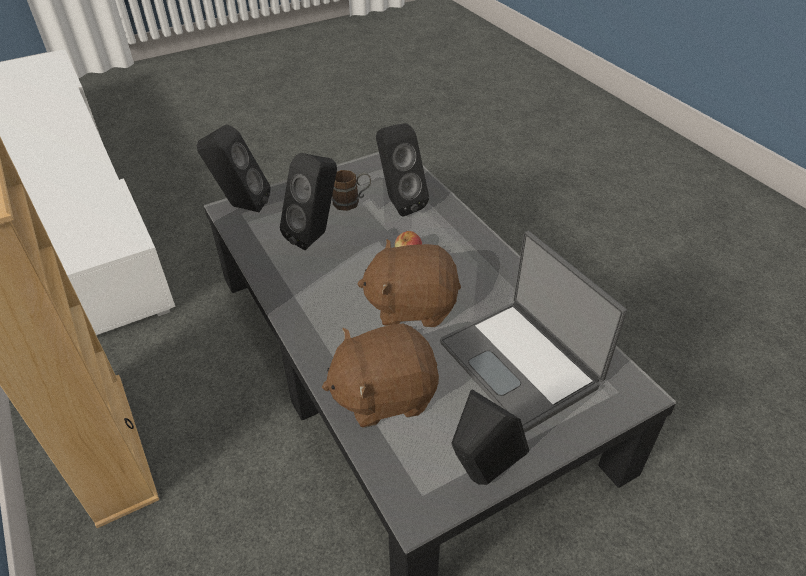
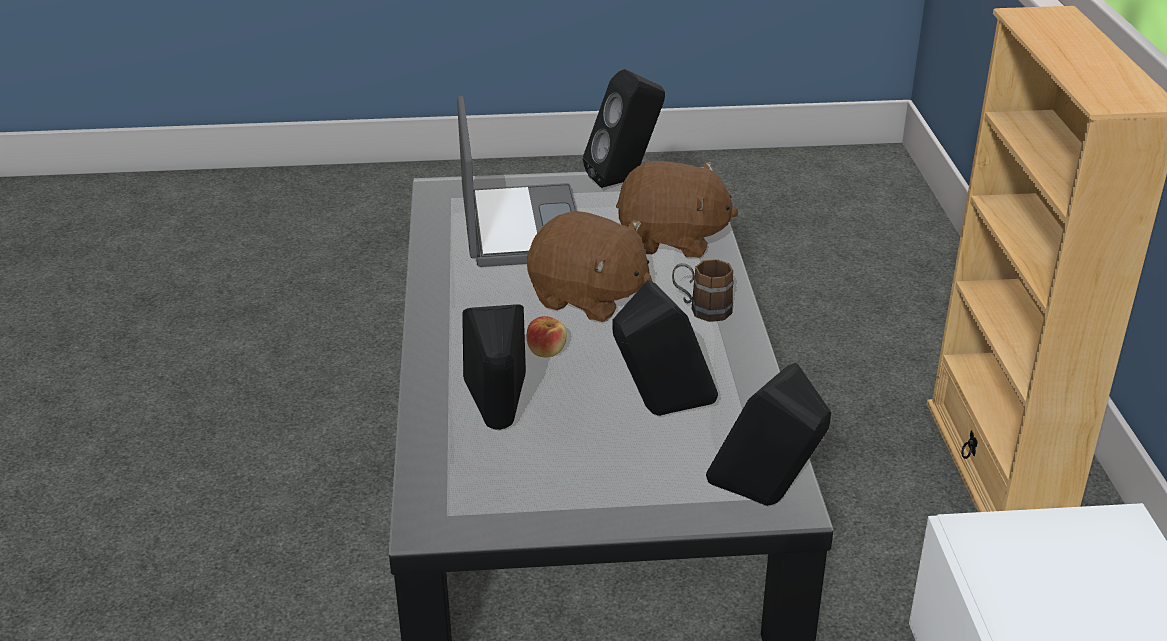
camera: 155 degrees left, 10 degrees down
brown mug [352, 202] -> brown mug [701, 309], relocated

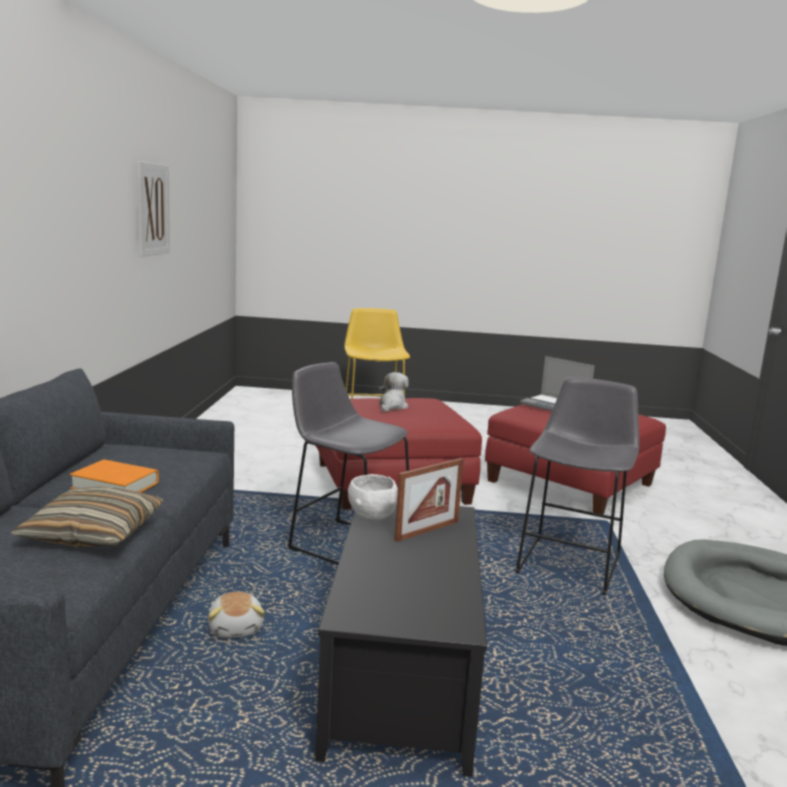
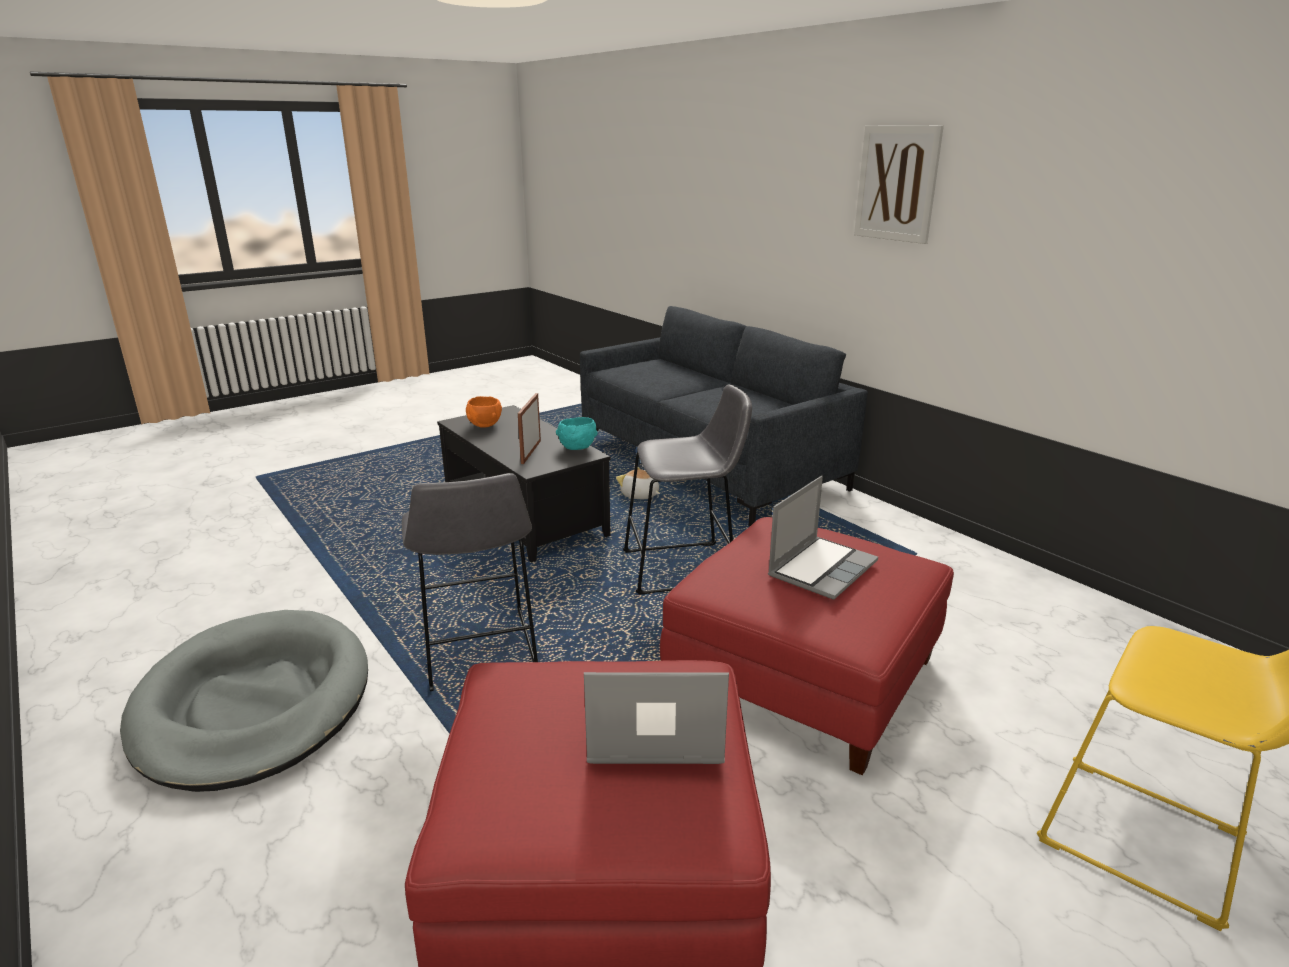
camera: 140 degrees right, 10 degrees up
none -> orange bowl [484, 425]
white bowl [372, 516] -> turquoise bowl [578, 448]
plush toy [392, 406] -> laptop [822, 568]
picture [152, 209] -> picture [897, 183], relocated
pillow [93, 533] -> none
orange book [115, 486] -> none

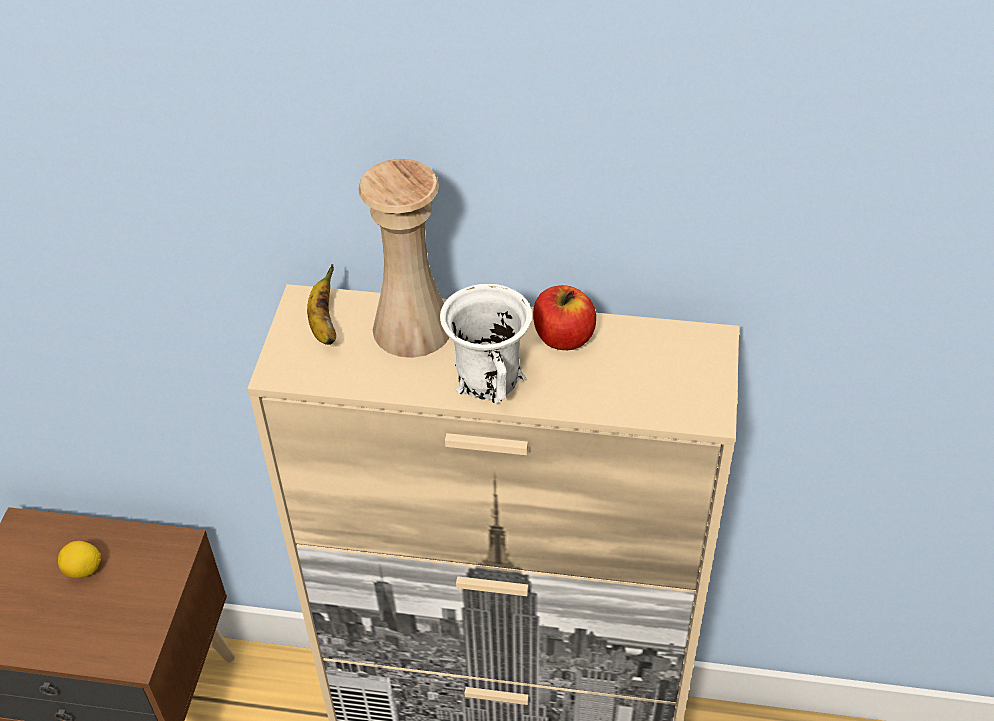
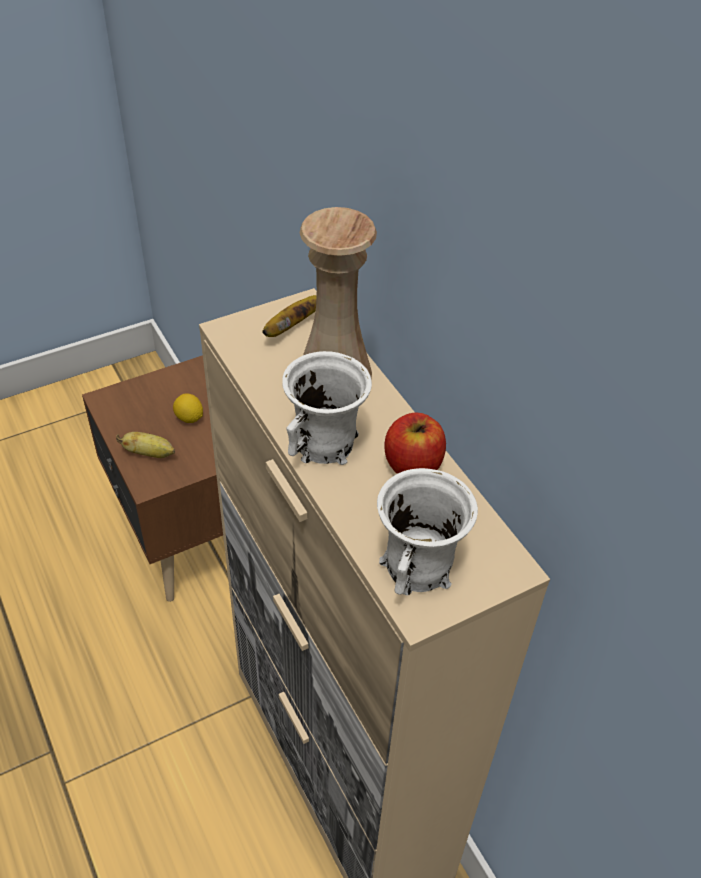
camera: 50 degrees right, 0 degrees up
none -> banana [150, 454]
none -> white mug [419, 566]

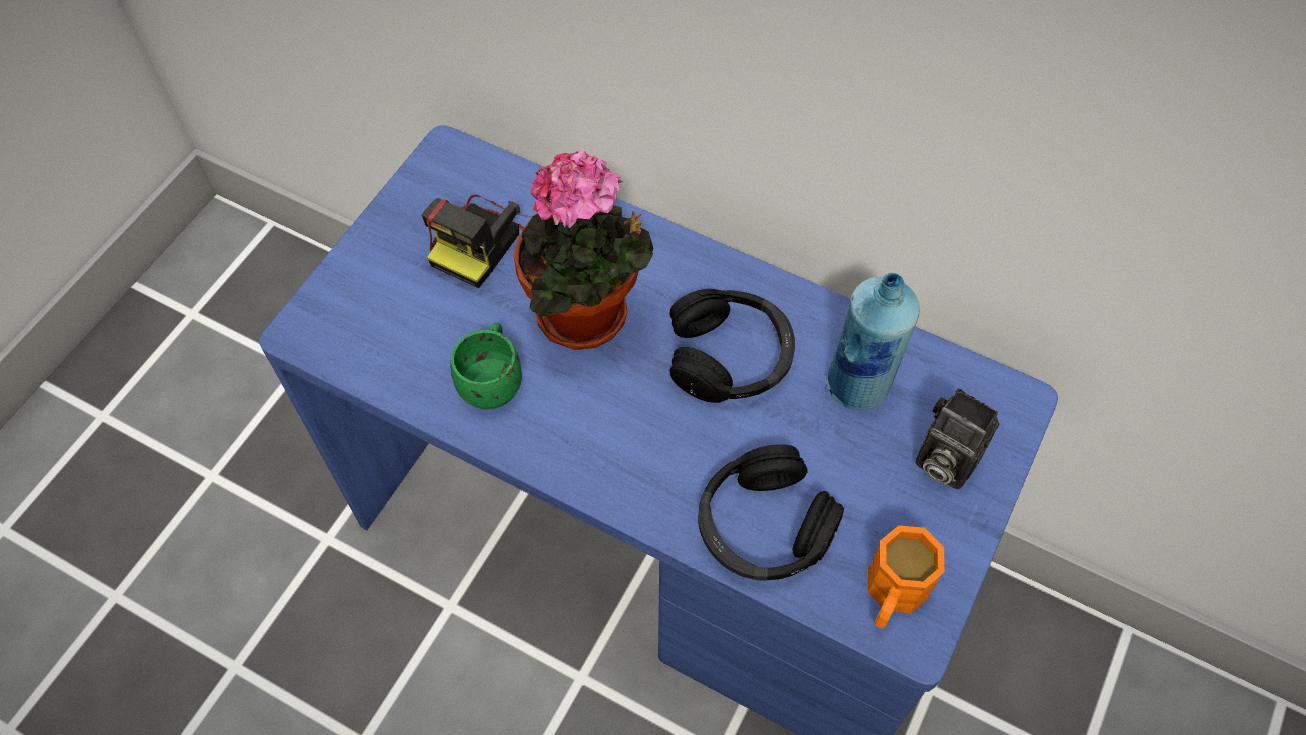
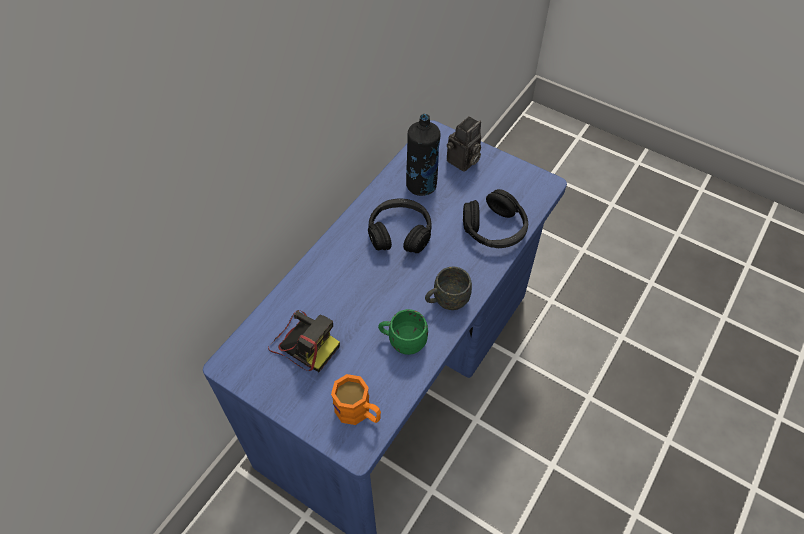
camera: 85 degrees left, 5 degrees down
orange mug [892, 595] -> orange mug [359, 412], relocated
blue bottle [858, 386] -> black bottle [421, 185]
none -> grey mug [446, 301]
potted plant [589, 318] -> none

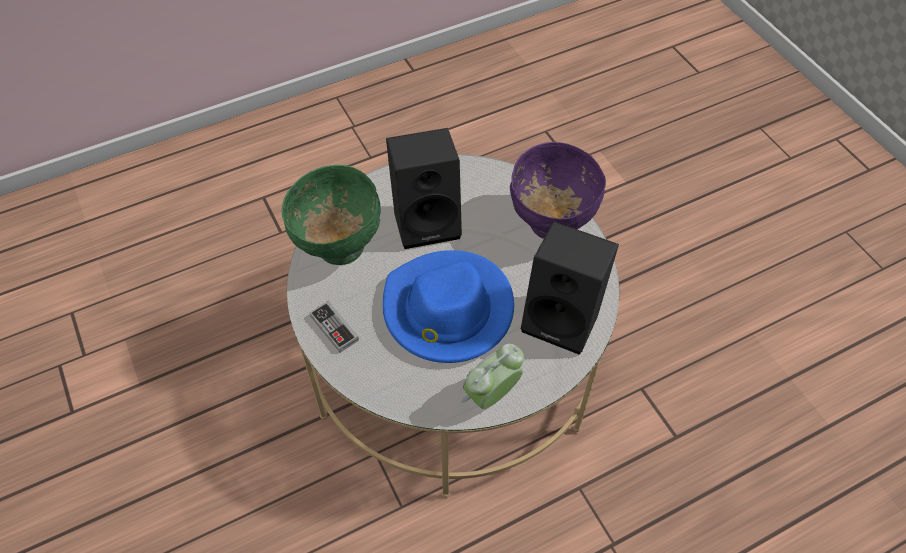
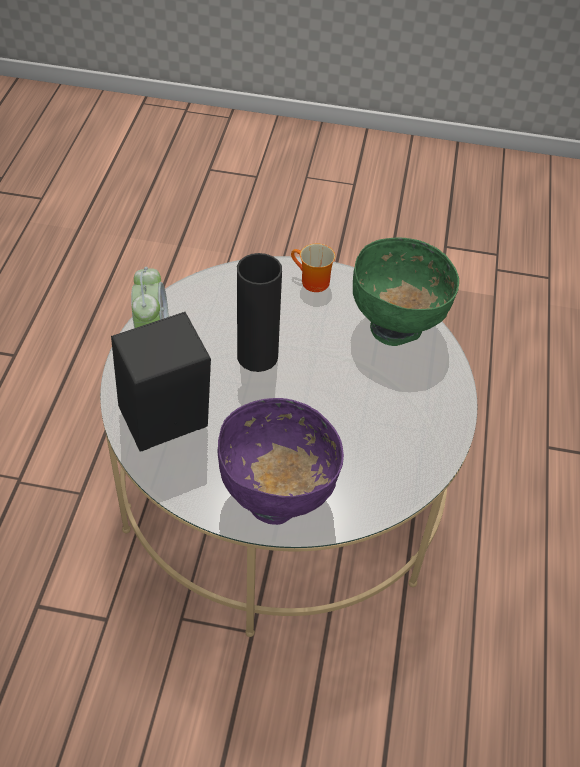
camera: 125 degrees right, 5 degrees down
blue hat [447, 310] -> black vase [257, 356]
game controller [334, 328] -> mug [311, 282]
black speaker [428, 221] -> none

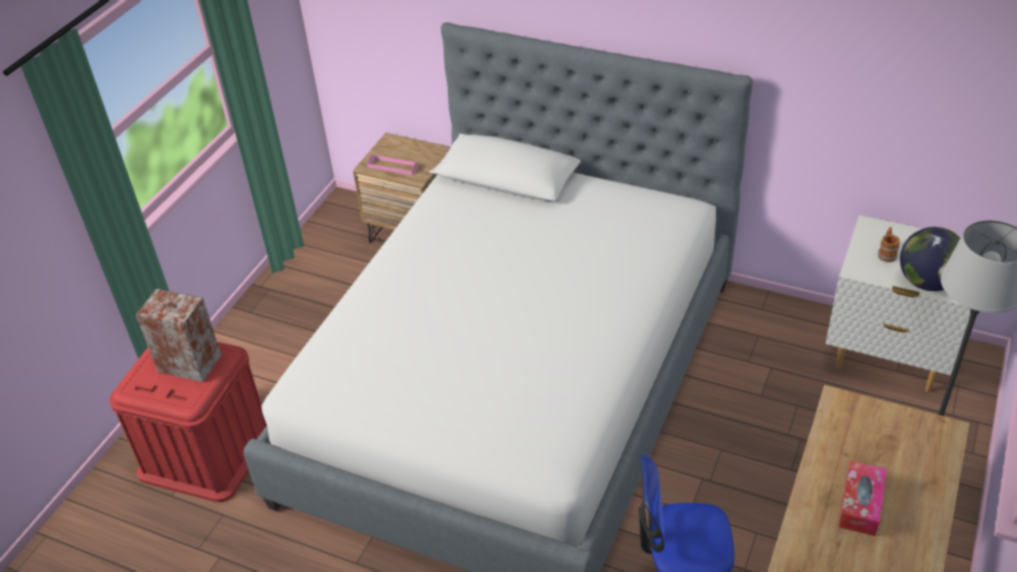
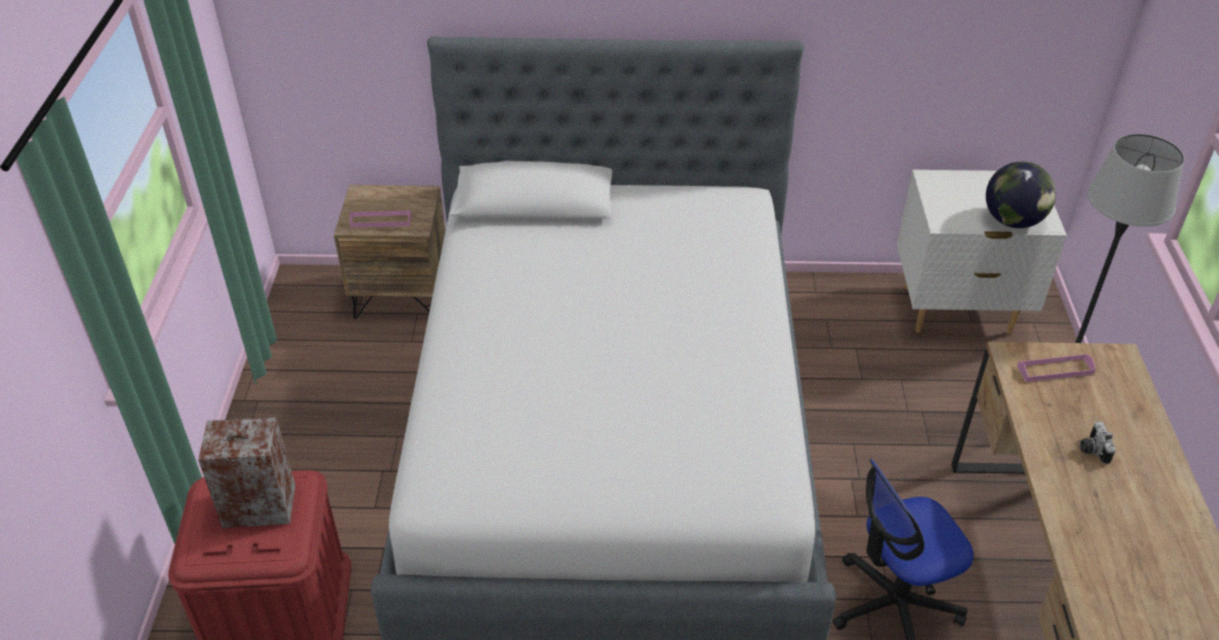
camera: 25 degrees left, 0 degrees up
none -> pink tray [1055, 370]
tissue box [860, 504] -> photo camera [1092, 449]
mug [886, 253] -> none

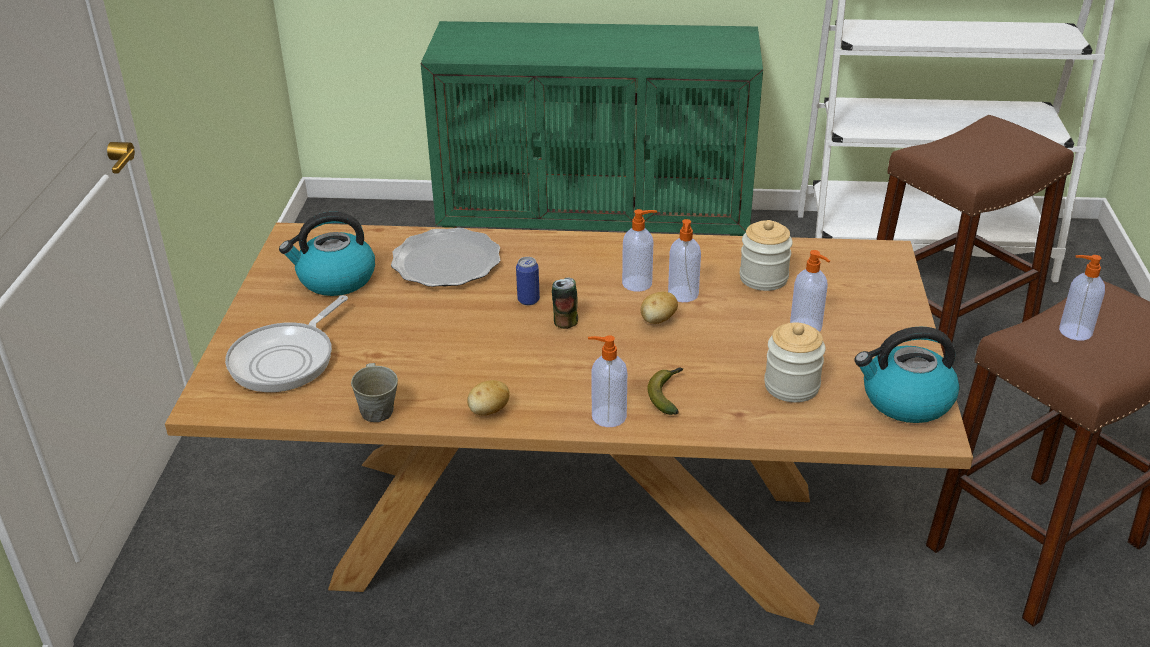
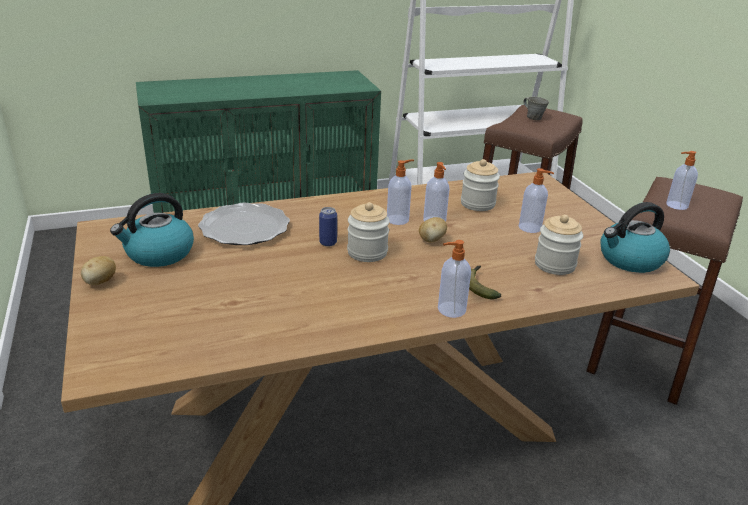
camera: 25 degrees left, 5 degrees down
potato [489, 411] -> potato [100, 282], relocated
can [565, 322] -> jar [367, 252]
grey mug [377, 410] -> grey mug [533, 117], relocated
frying pan [286, 360] -> none

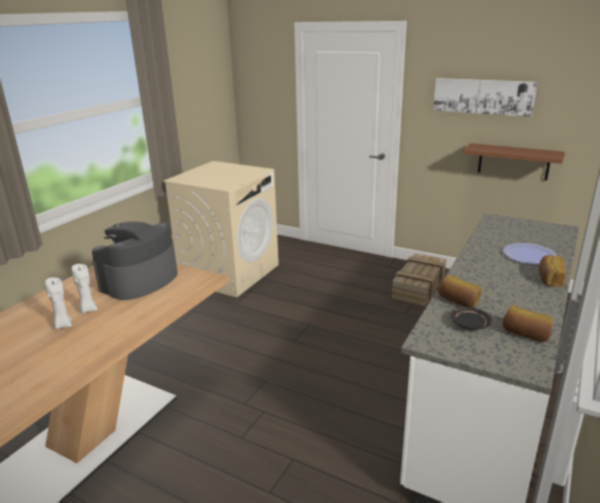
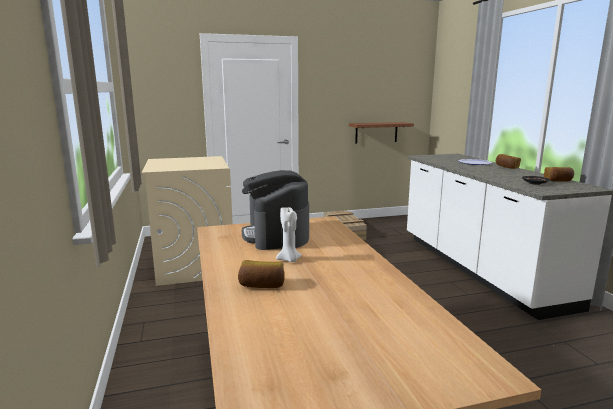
camera: 45 degrees left, 10 degrees down
bread [457, 301] -> bread [262, 285], relocated
white candle [63, 325] -> none
picture [483, 96] -> none

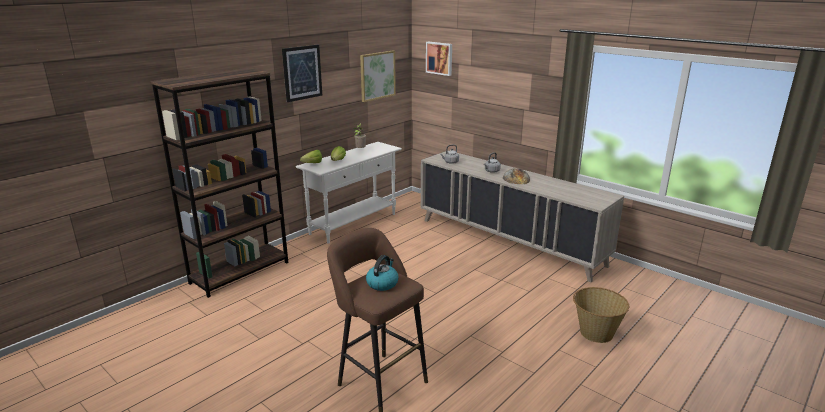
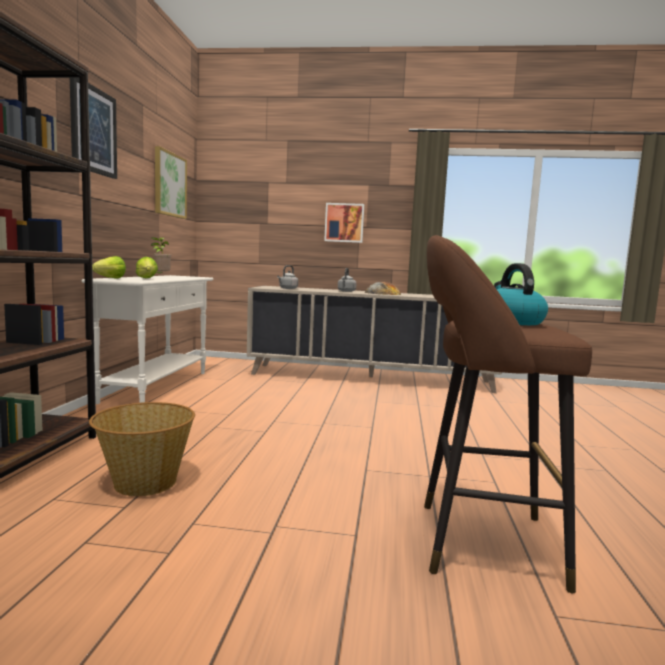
camera: 35 degrees left, 15 degrees down
basket [595, 332] -> basket [144, 482], relocated
picture [439, 58] -> picture [344, 223], relocated

